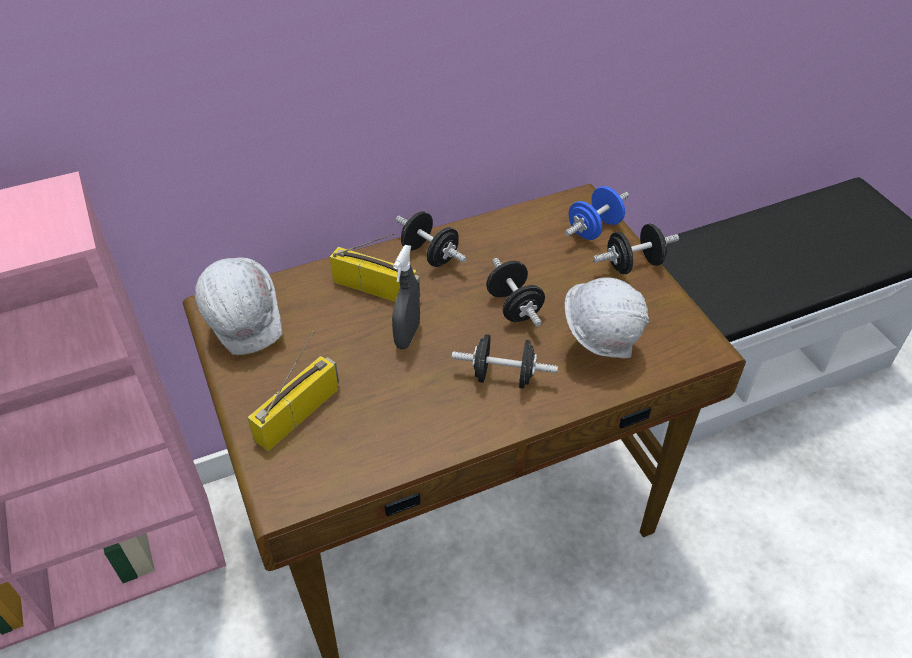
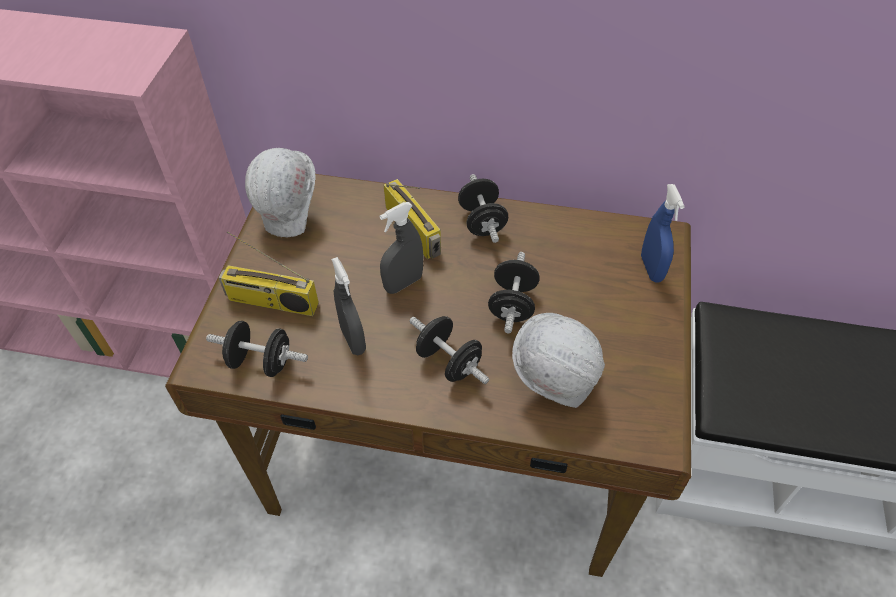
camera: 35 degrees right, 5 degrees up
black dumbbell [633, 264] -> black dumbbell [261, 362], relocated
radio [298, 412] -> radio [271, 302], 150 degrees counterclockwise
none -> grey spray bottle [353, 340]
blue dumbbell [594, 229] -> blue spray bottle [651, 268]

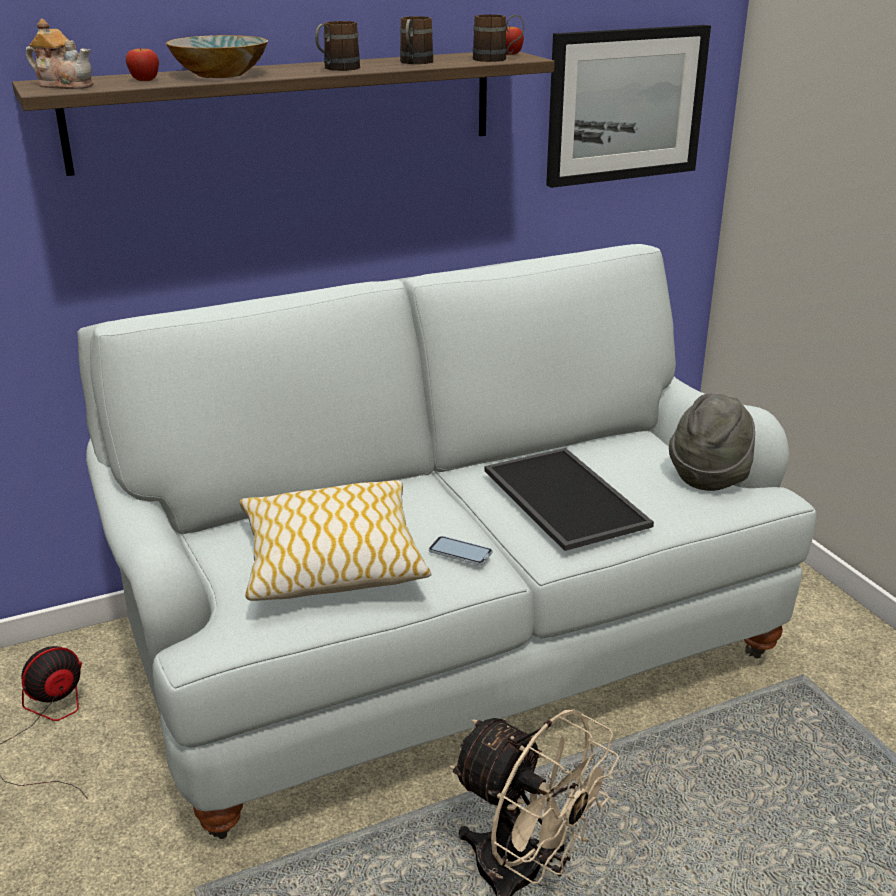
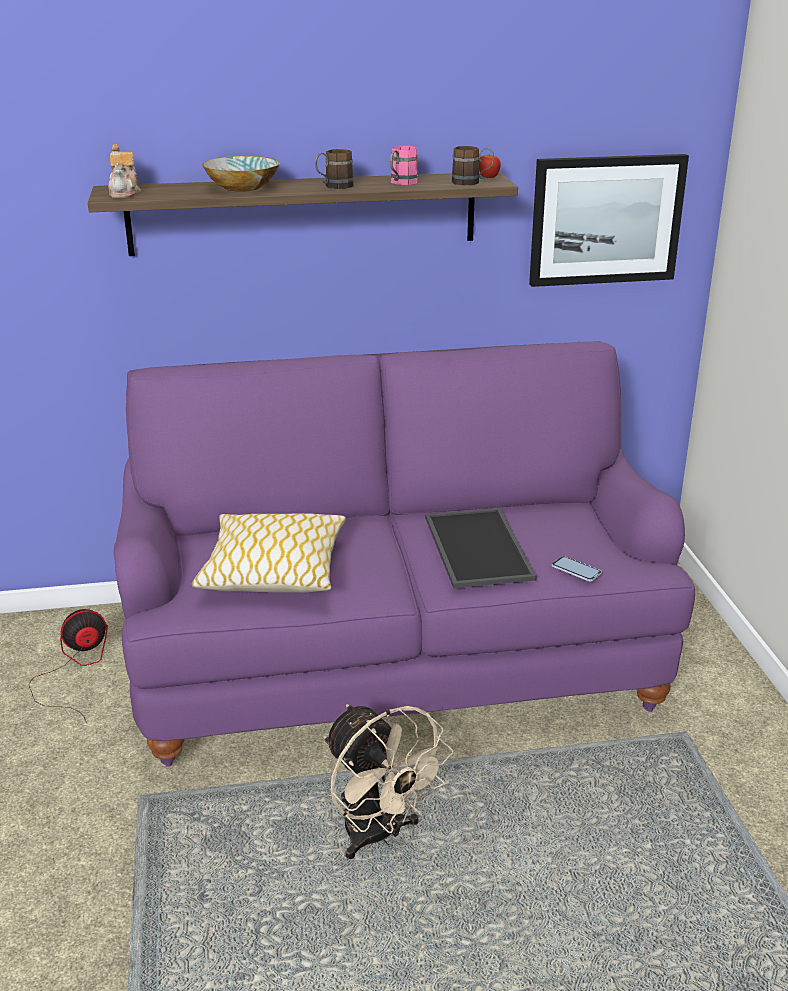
camera: 15 degrees right, 0 degrees up
teapot [65, 85] -> teapot [125, 193], 45 degrees clockwise
white sofa [447, 646] -> purple sofa [393, 660]
brown mug [414, 63] -> pink mug [401, 183]
phone [460, 552] -> phone [576, 570], relocated
apple [144, 80] -> none
grey hat [709, 475] -> none

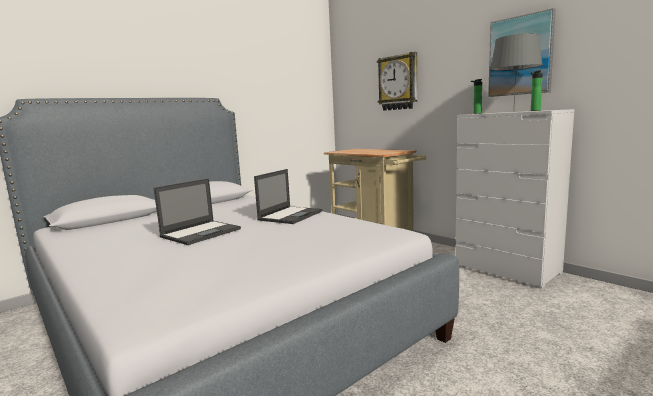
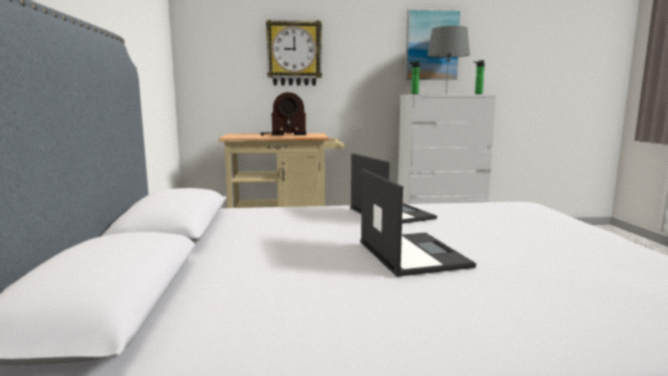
camera: 55 degrees left, 0 degrees up
none -> radio [283, 135]

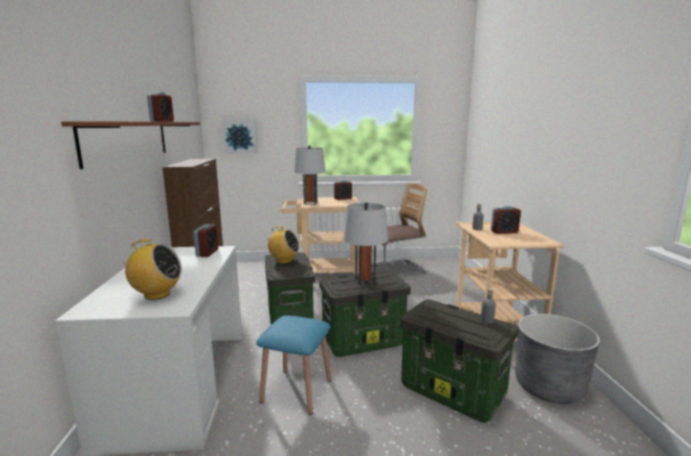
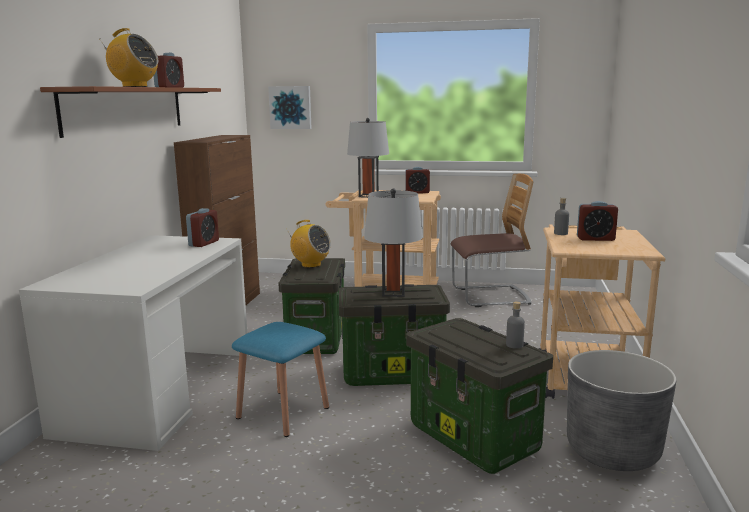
camera: 15 degrees right, 0 degrees up
radio [156, 294] -> radio [134, 87], relocated

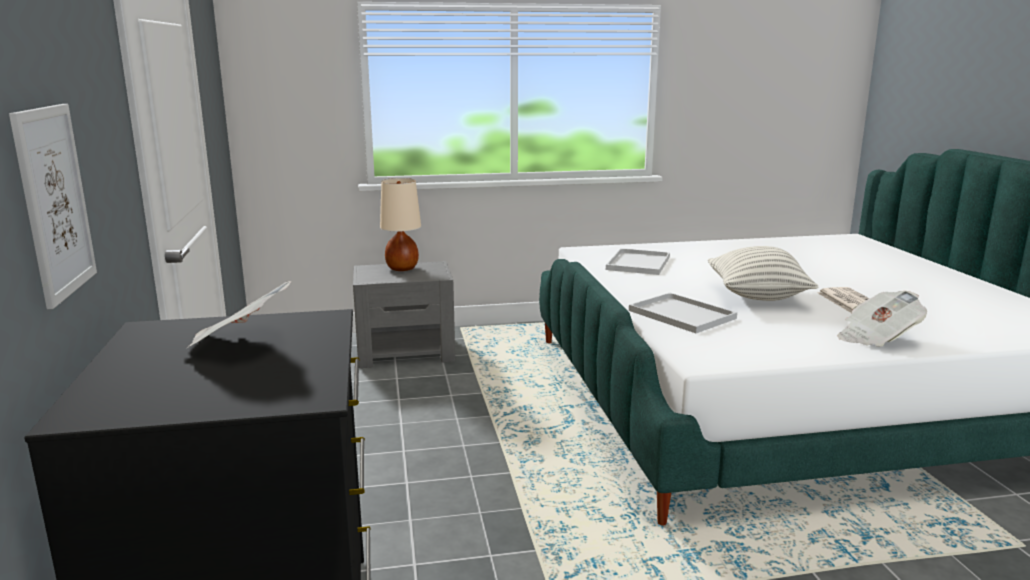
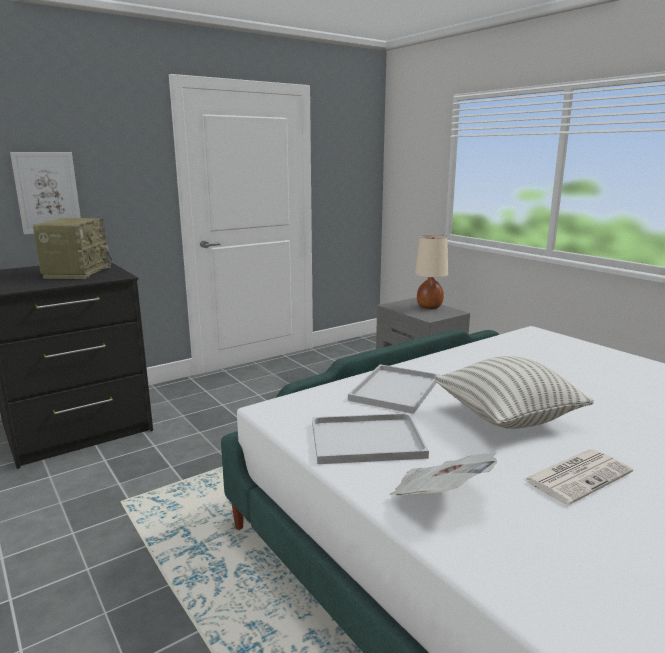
camera: 65 degrees right, 0 degrees up
newspaper [240, 342] -> radio [76, 272]
white tray [639, 263] -> white tray [364, 441], relocated

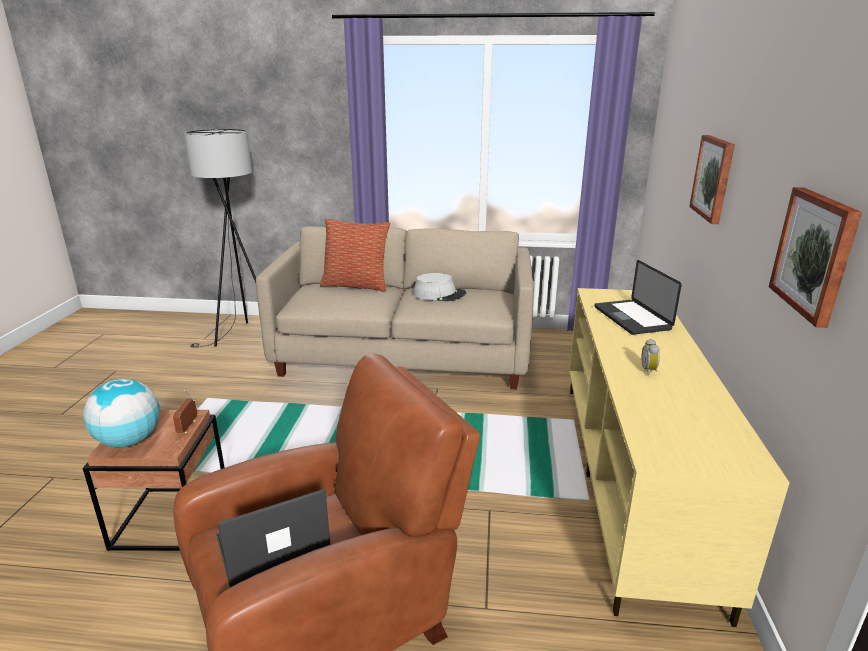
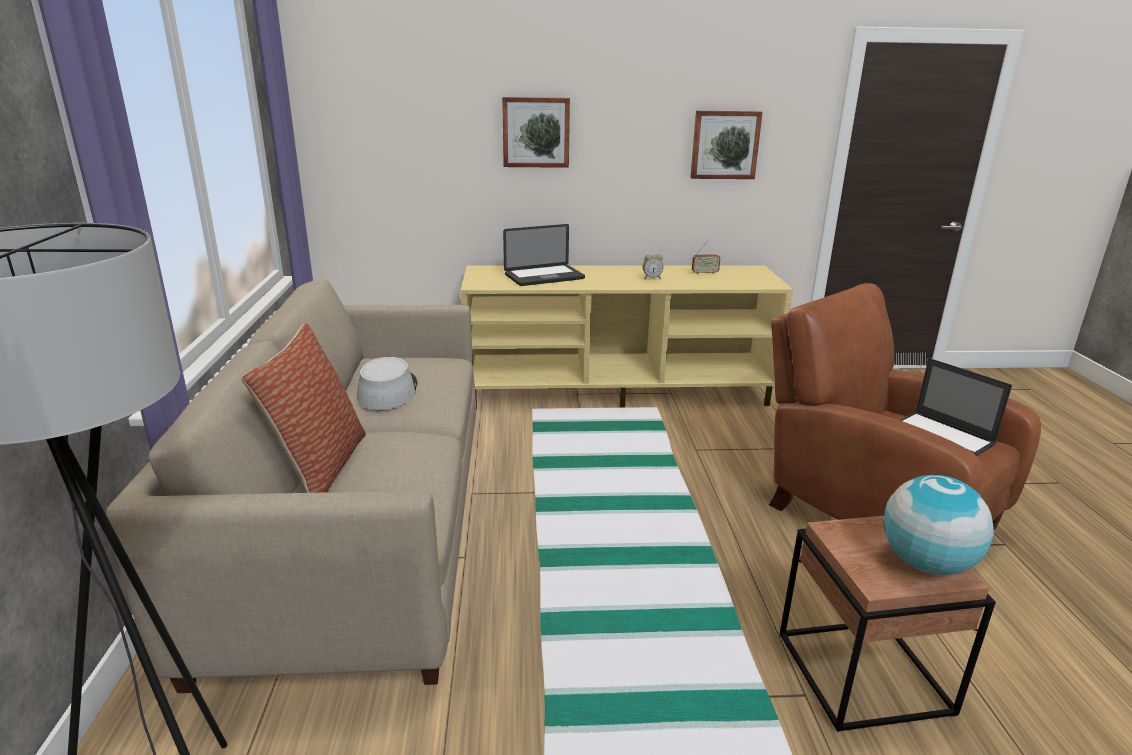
camera: 100 degrees left, 0 degrees up
radio [188, 426] -> radio [704, 273], relocated

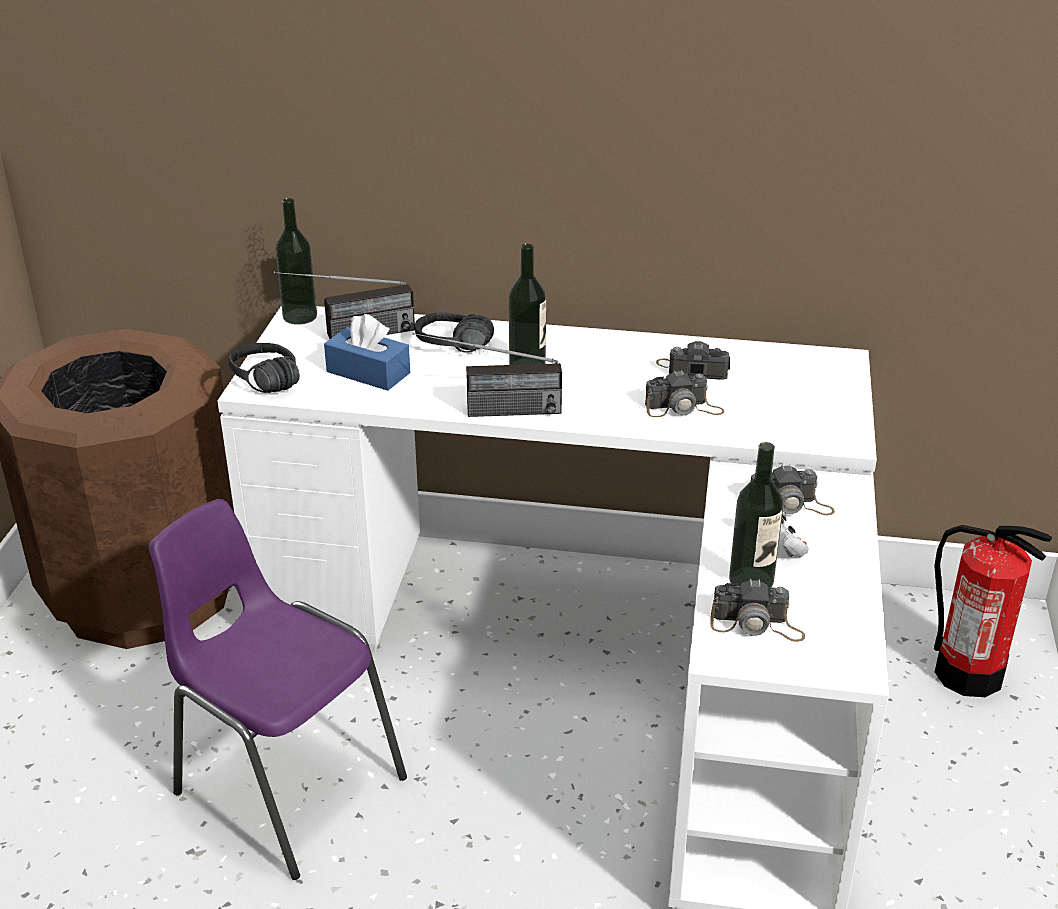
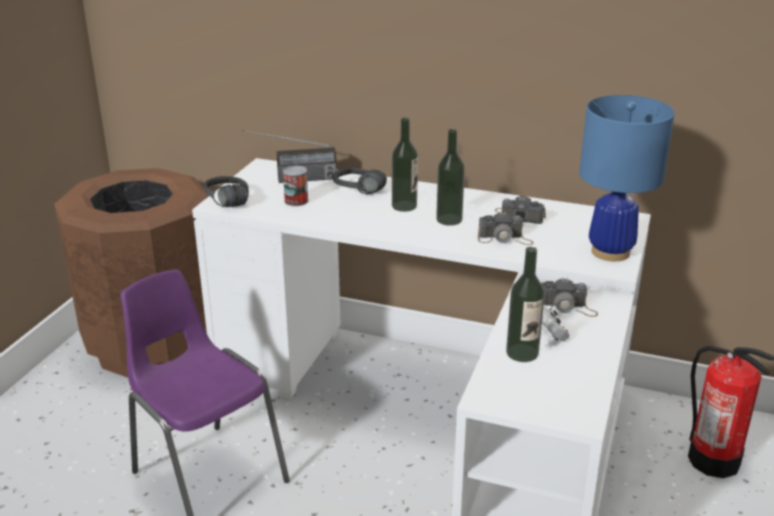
camera: 10 degrees right, 5 degrees down
blue tissue box [368, 372] -> can [296, 201]
bottle [300, 316] -> bottle [449, 219], relocated
none -> blue table lamp [610, 252]
radio [488, 411] -> none
photo camera [757, 625] -> none

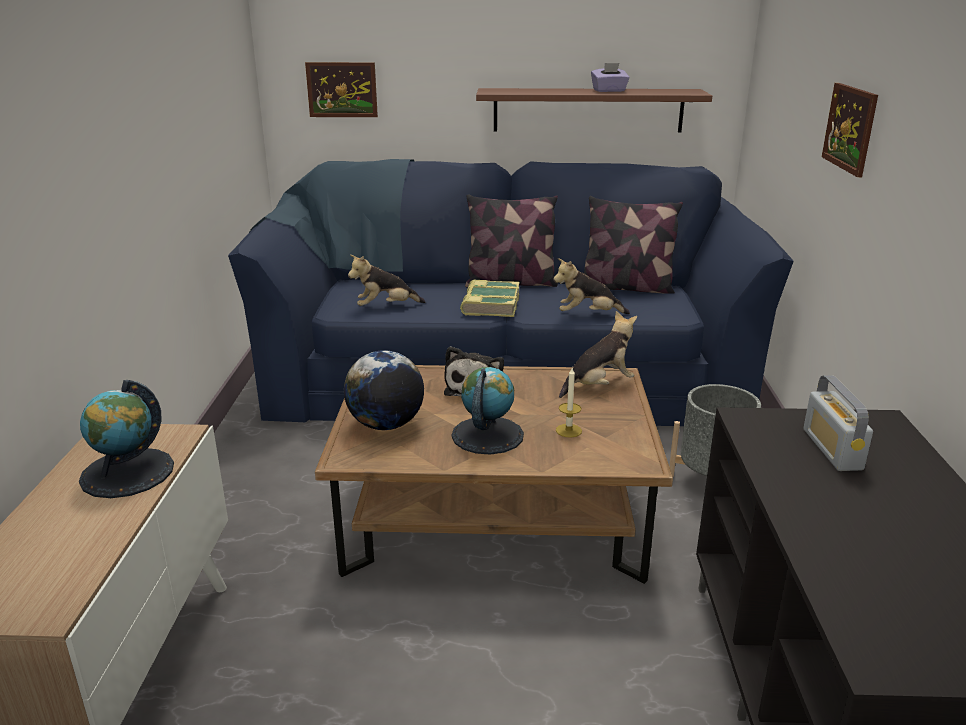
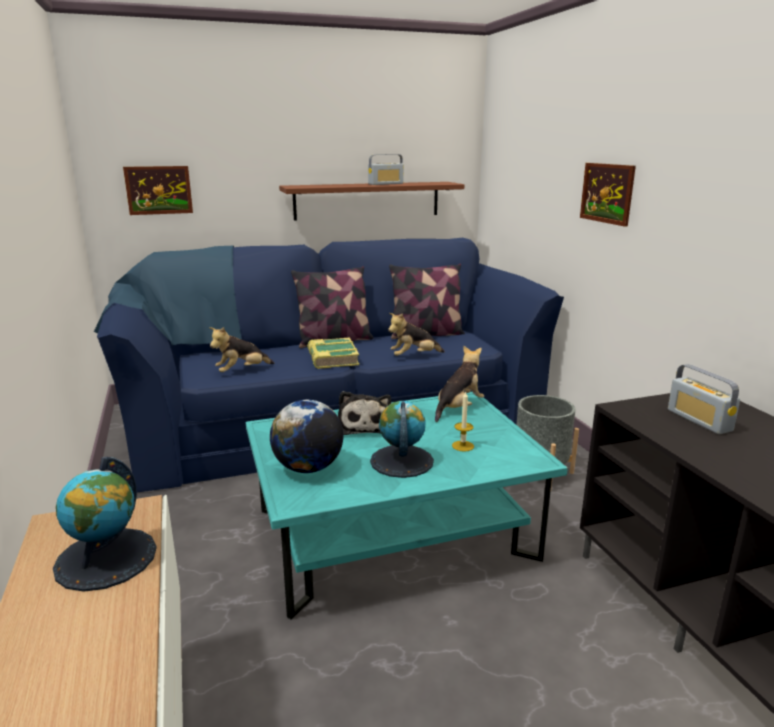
camera: 20 degrees left, 5 degrees down
brown coffee table [494, 516] -> turquoise coffee table [394, 534]
purple tissue box [609, 91] -> radio [386, 184]

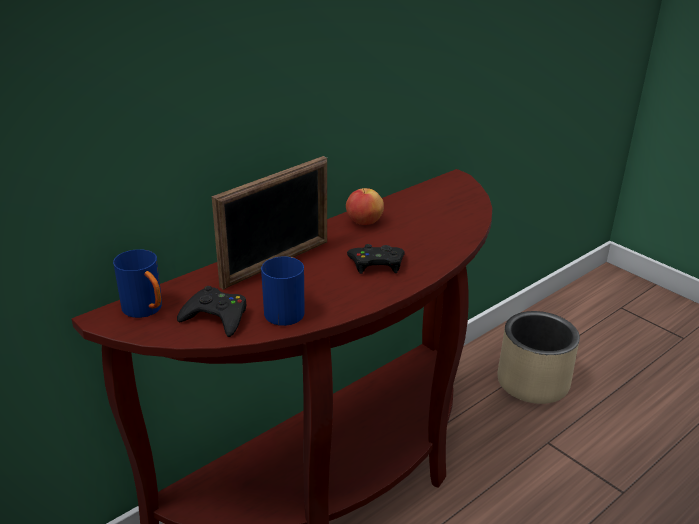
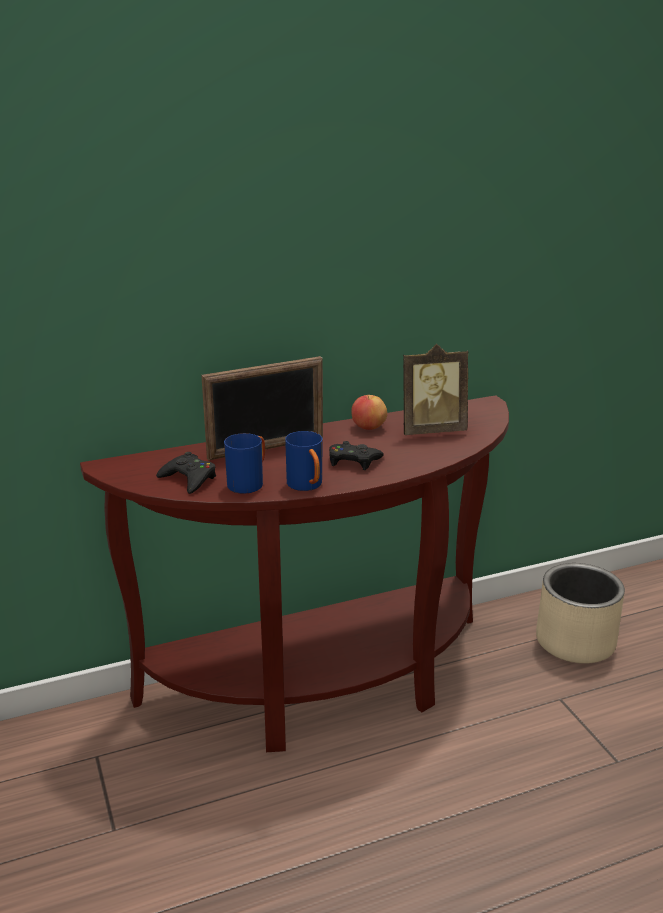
camera: 20 degrees right, 5 degrees down
blue mug [147, 310] -> blue mug [307, 486], relocated
none -> picture frame [431, 430]

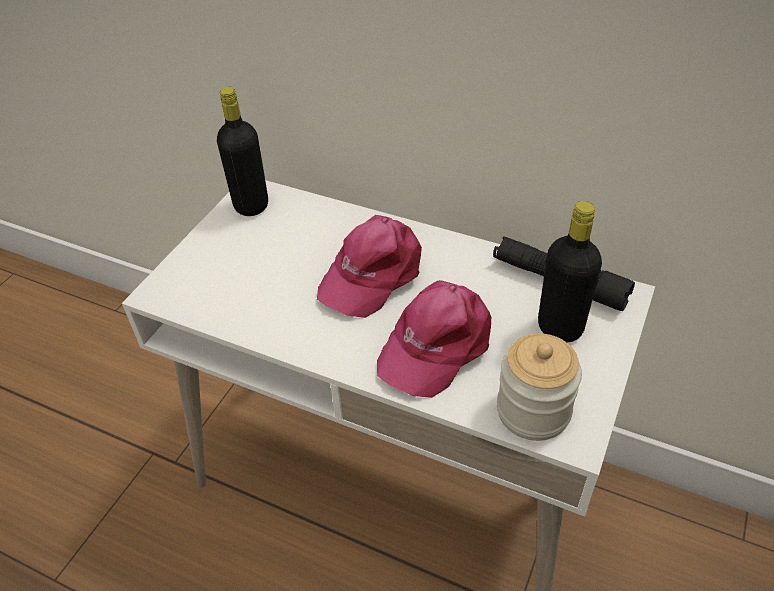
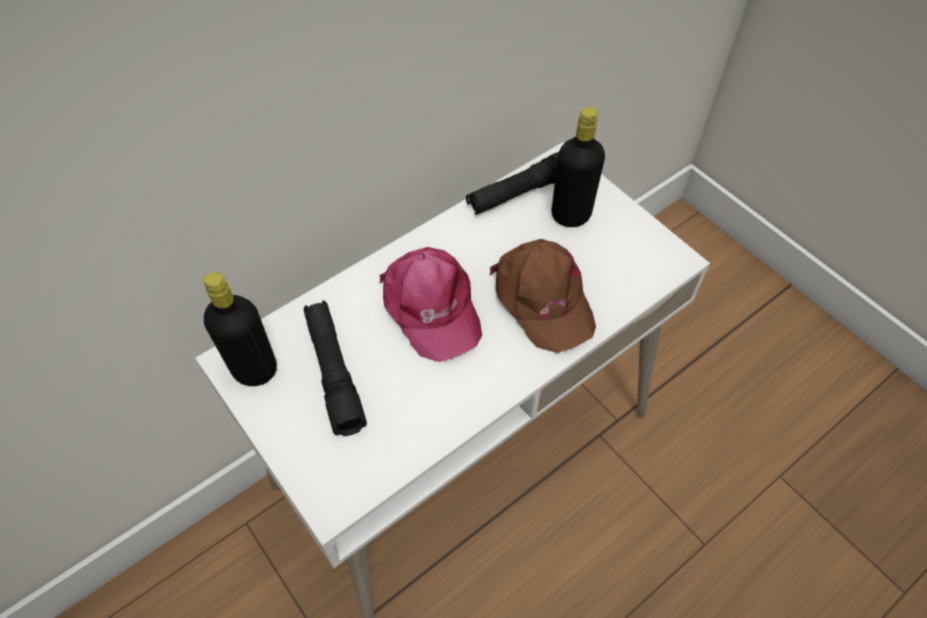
camera: 65 degrees left, 10 degrees up
none -> black flashlight [334, 372]
pink cap [435, 344] -> brown cap [542, 299]
jar [533, 411] -> none

